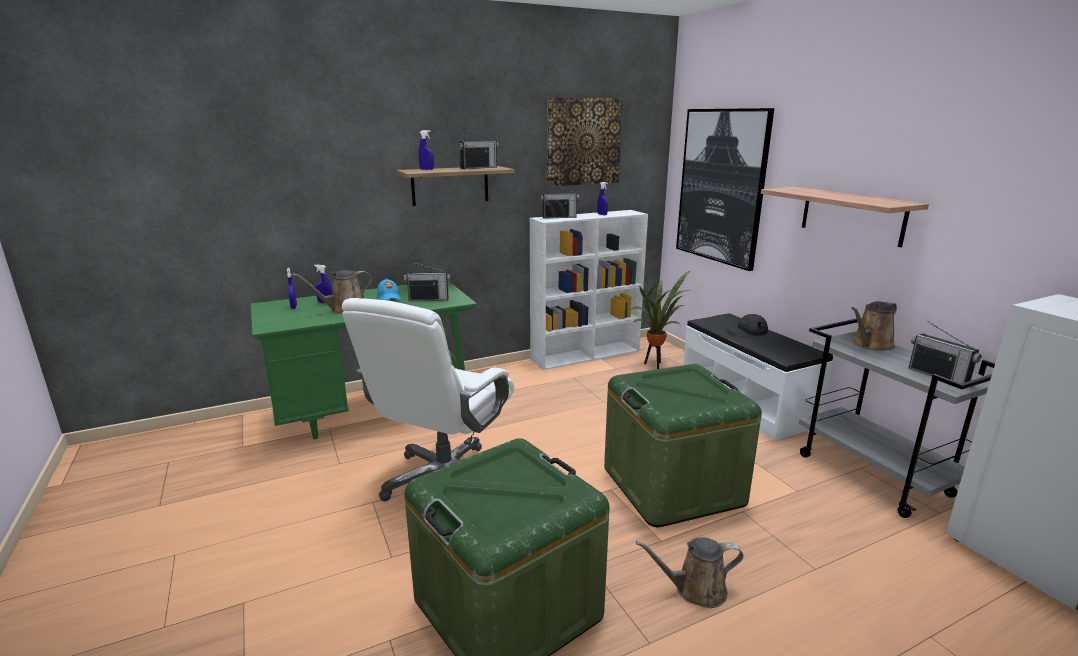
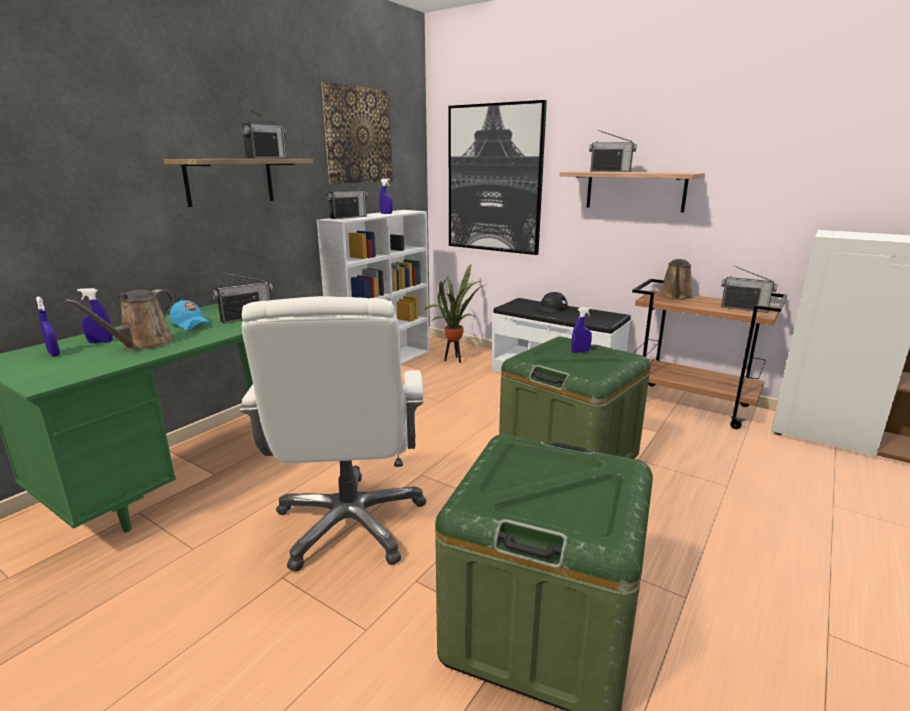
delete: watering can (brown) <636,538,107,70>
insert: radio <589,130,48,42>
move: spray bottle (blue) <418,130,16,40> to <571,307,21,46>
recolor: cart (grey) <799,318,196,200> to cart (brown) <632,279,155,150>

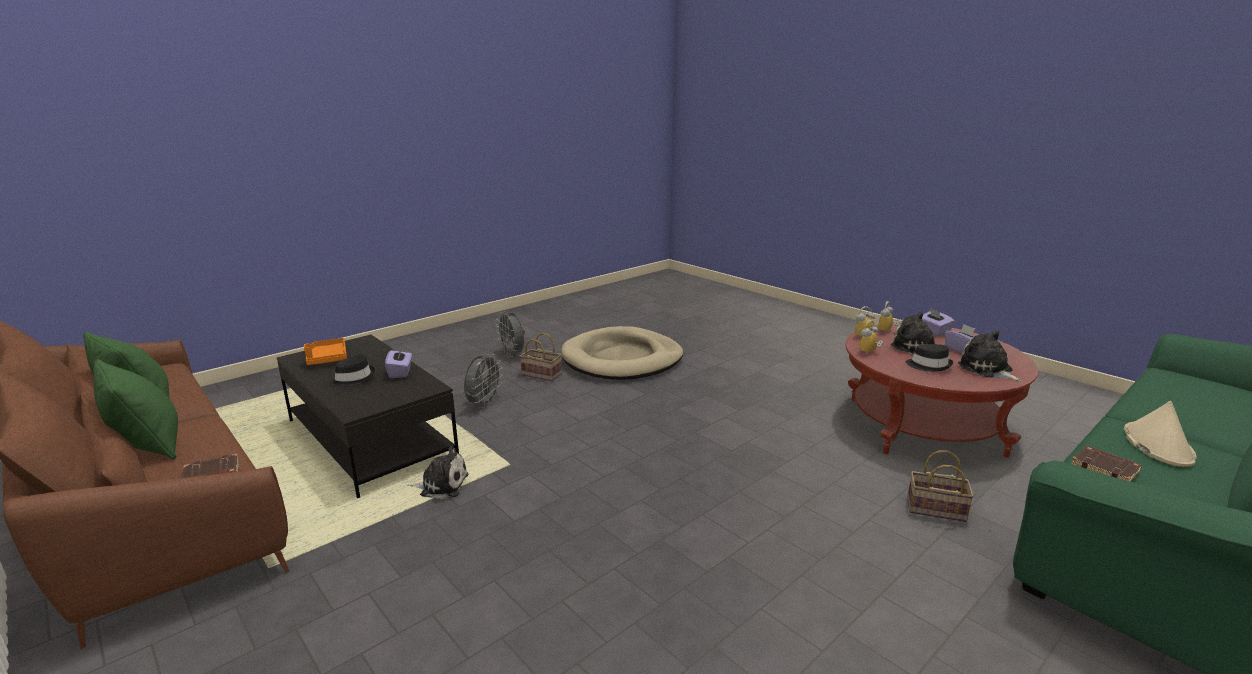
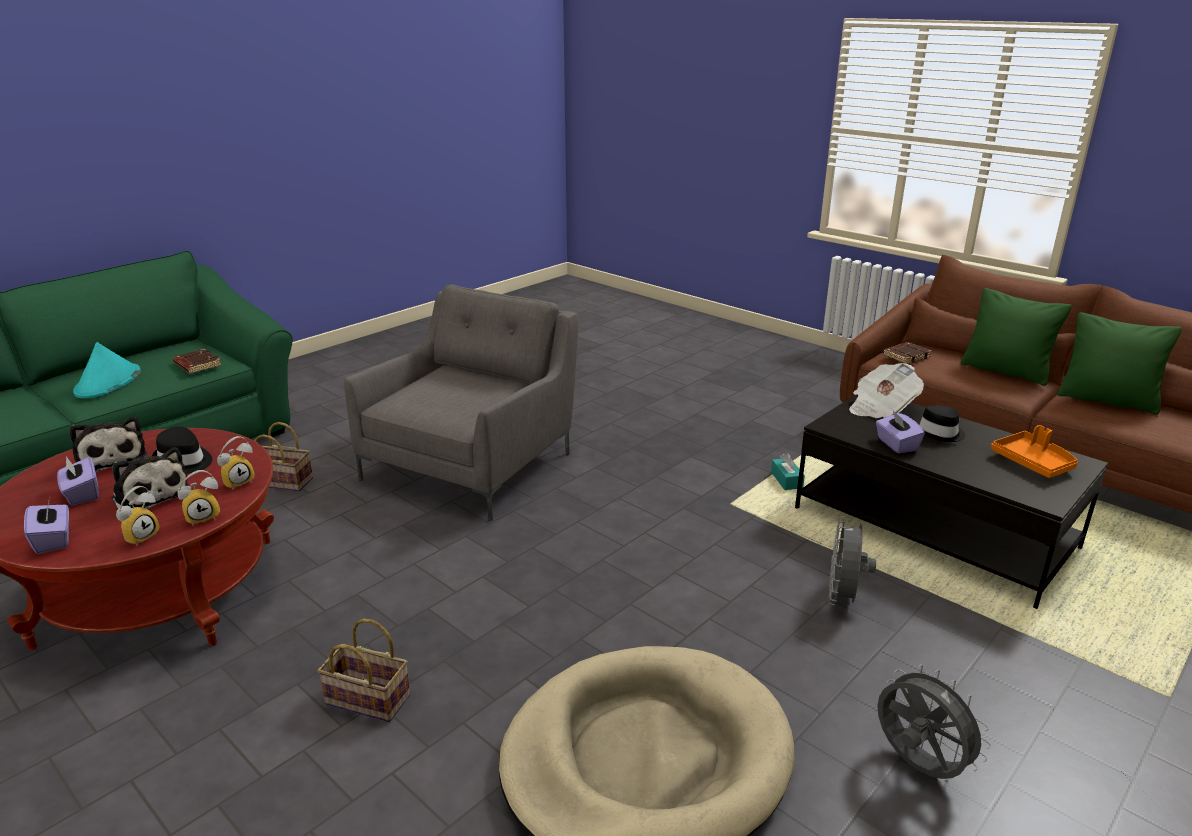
insert: armchair (grey) <344,284,234,237>; newspaper <849,363,75,55>
move: basket <520,333,42,48> to <317,619,93,103>
replace: plush toy <408,445,60,54> to tissue box (turquoise) <771,453,34,37>
recolor: hat (beige) <1124,401,72,66> to hat (turquoise) <73,342,68,56>

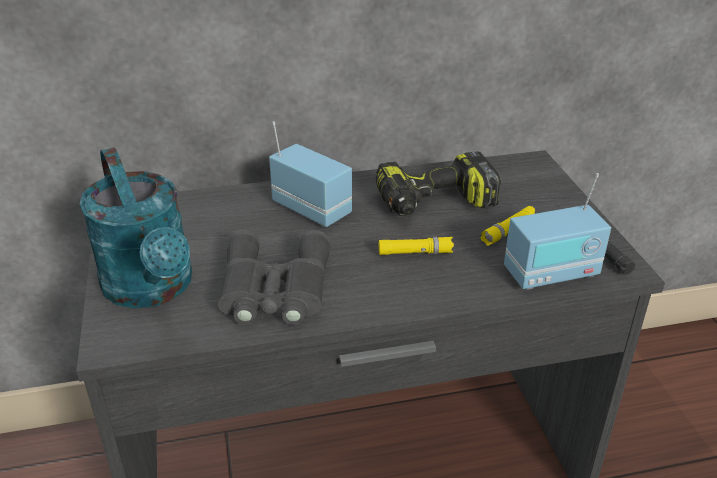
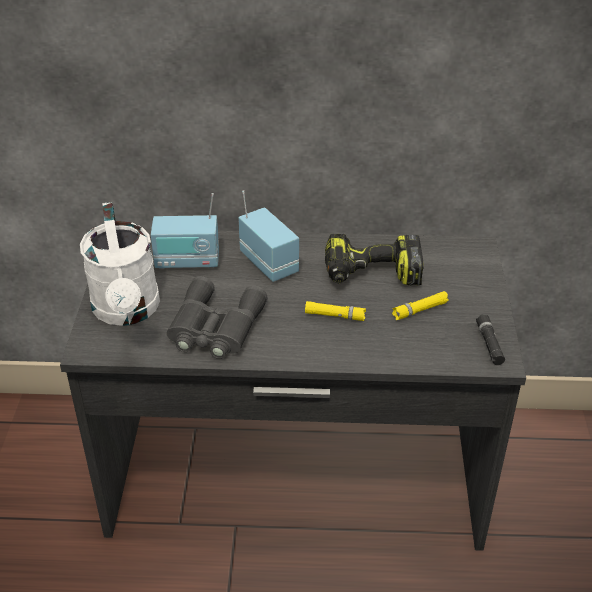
move: radio <504,173,107,117> to <151,193,68,76>
recolor: watering can (turquoise) <79,147,113,161> to watering can (white) <80,202,80,124>

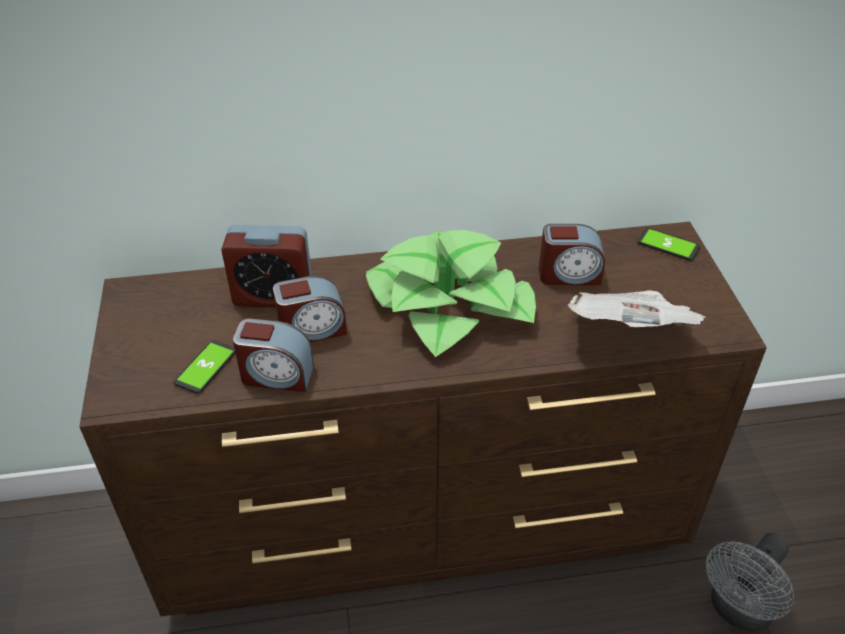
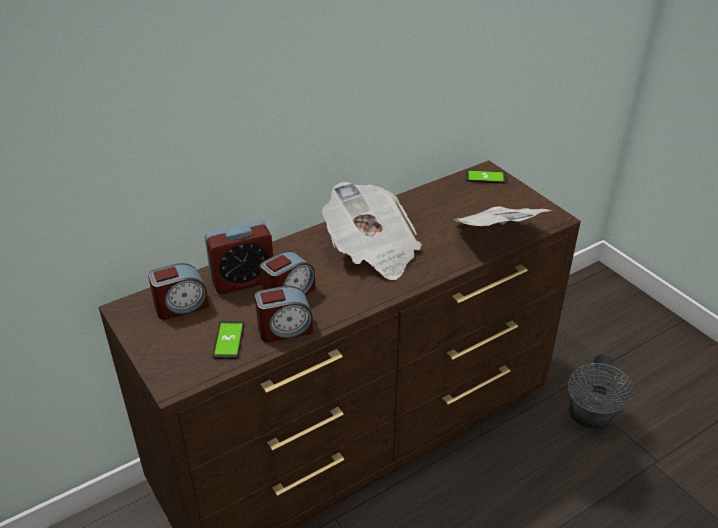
move: alarm clock <539,224,66,61> to <148,263,61,57>
replace: potted plant <366,230,170,127> to newspaper <322,182,100,98>

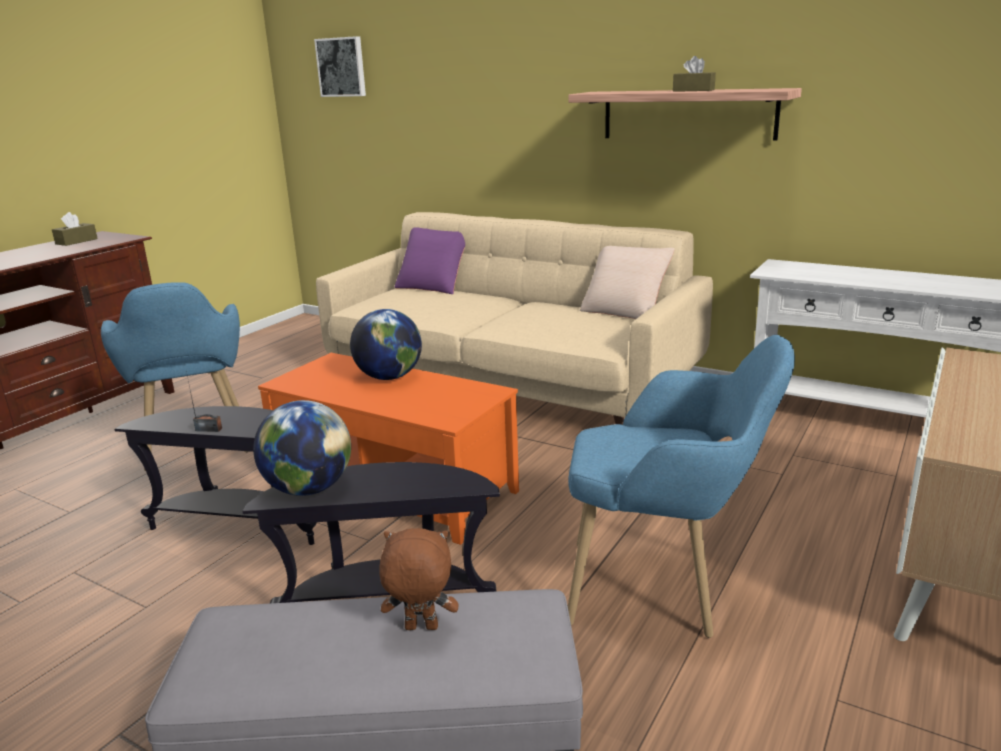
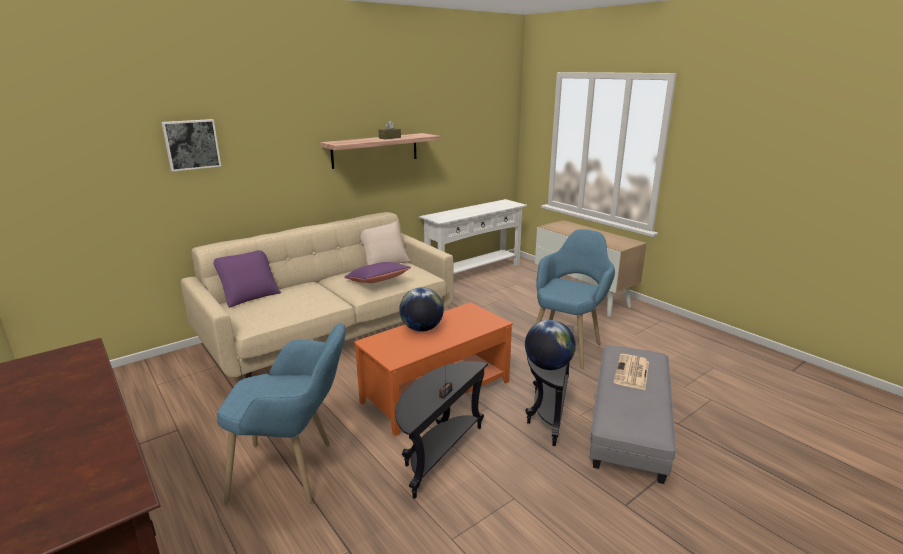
delete: tissue box (brown) <52,212,46,34>
insert: pillow (purple) <344,262,67,21>
move: picture <314,36,52,61> to <161,119,60,53>
replace: plush toy (brown) <379,528,80,102> to newspaper <614,354,35,36>

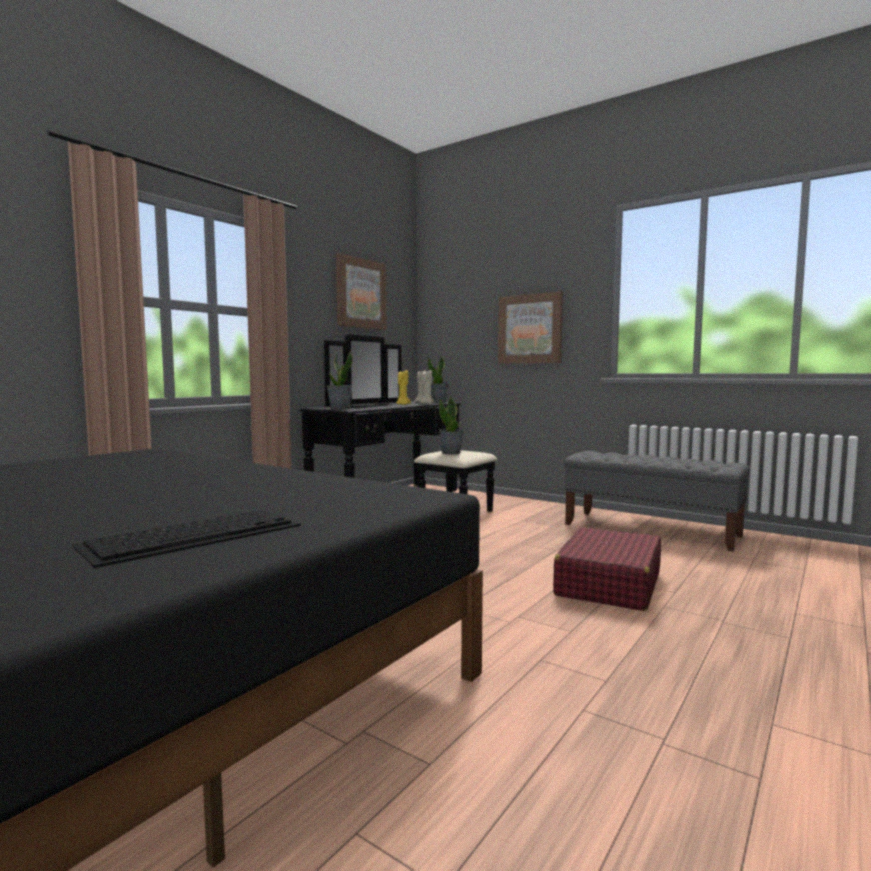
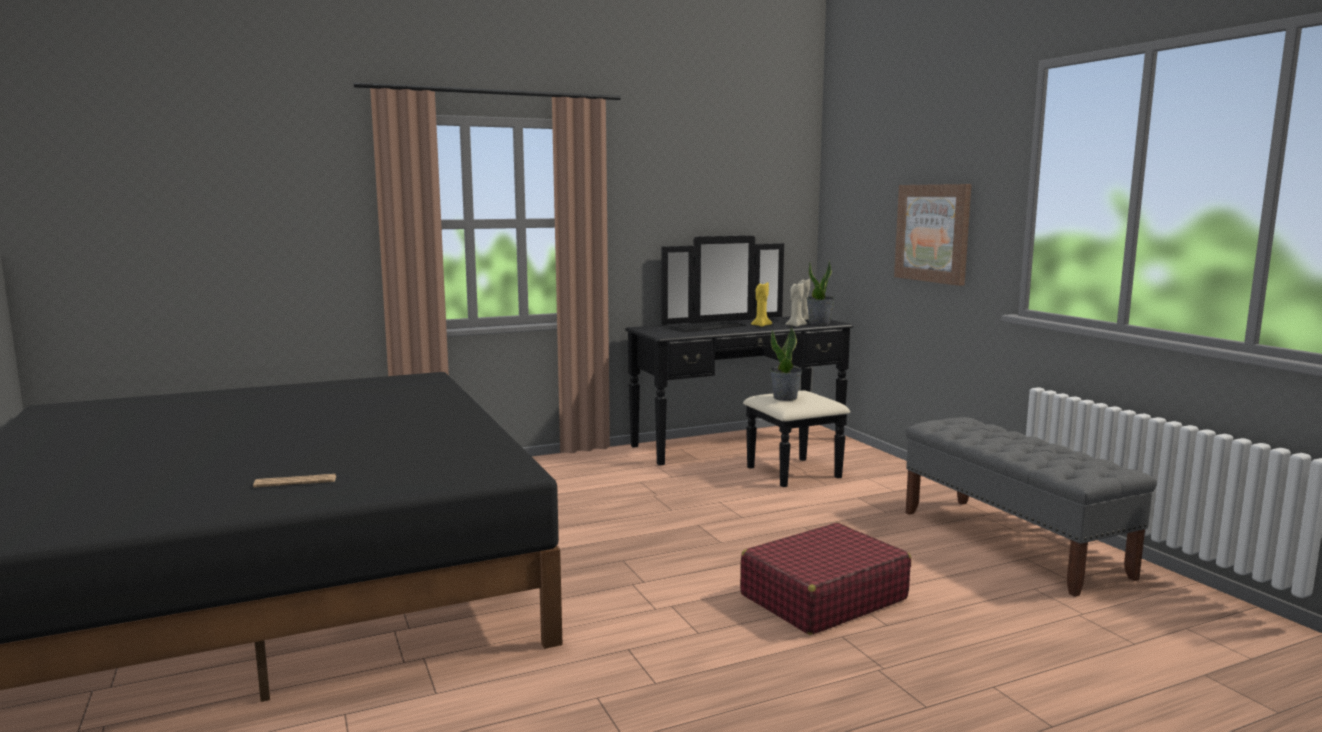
delete: picture <336,253,51,77>; potted plant <326,351,27,59>
replace: keyboard <72,510,229,58> to newspaper <253,474,83,13>

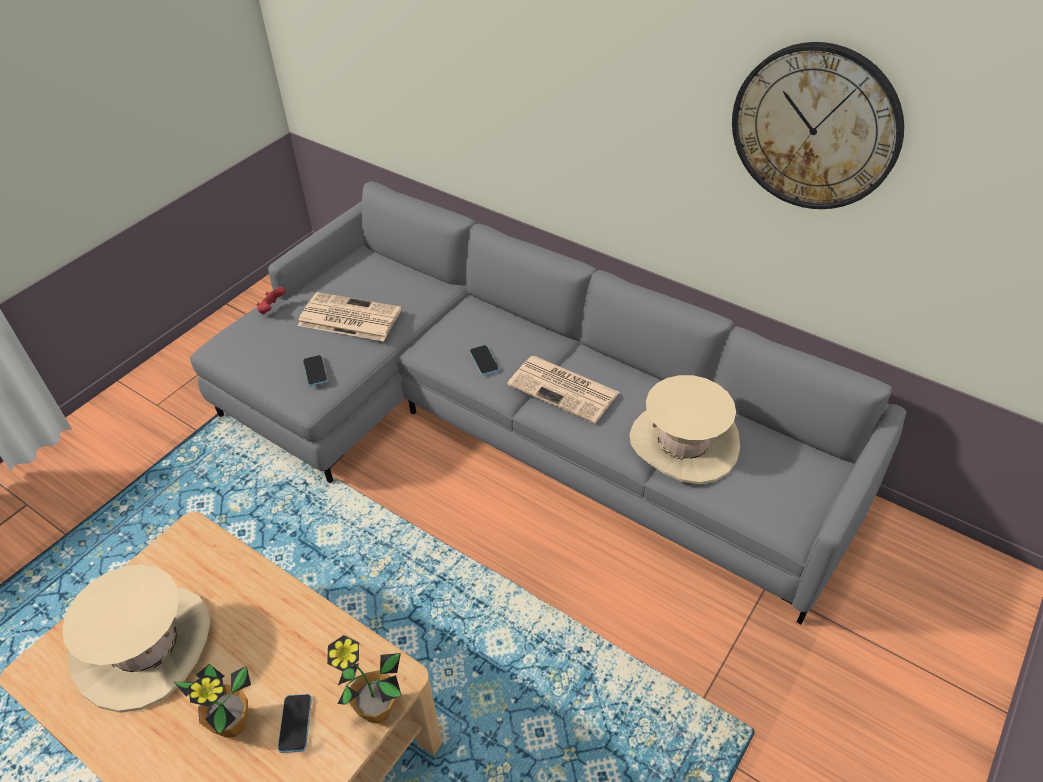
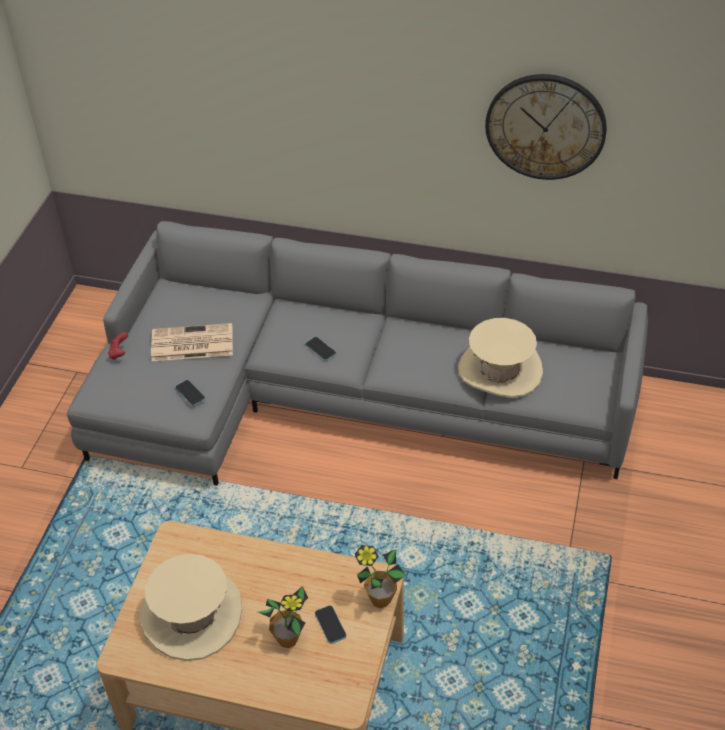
delete: newspaper <507,356,112,68>

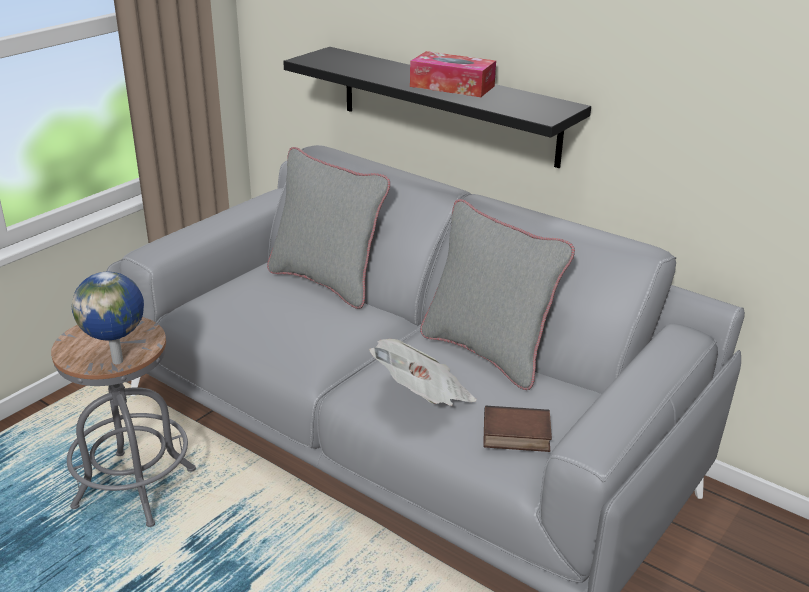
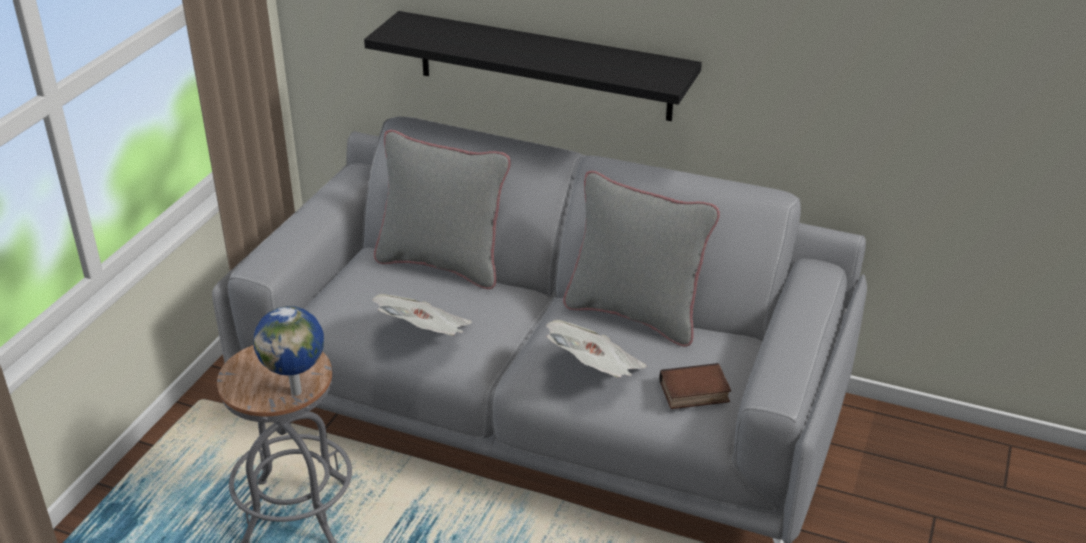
delete: tissue box <410,51,86,46>
insert: newspaper <373,294,99,42>

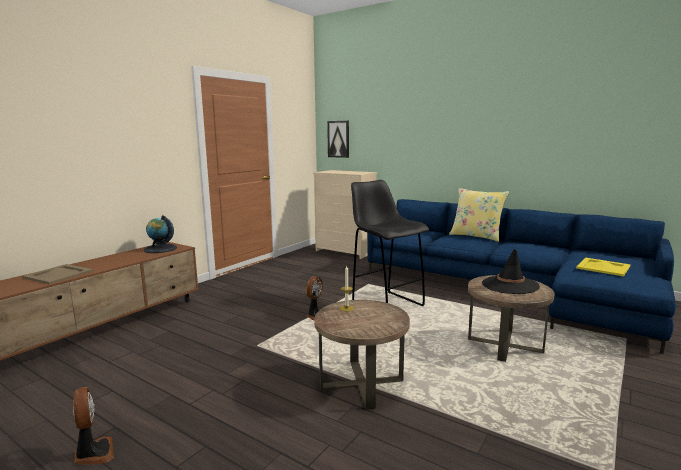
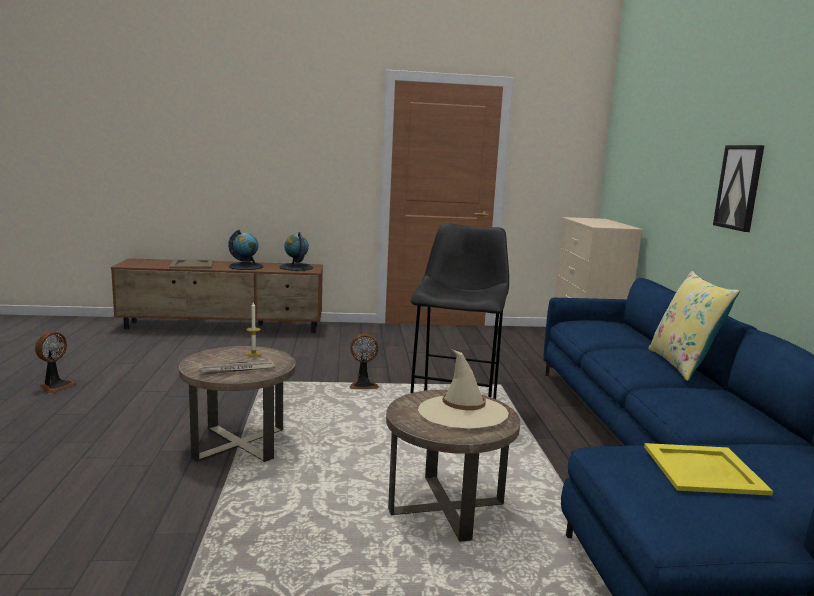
insert: globe <228,230,35,40>; newspaper <199,359,76,16>
move: picture <327,121,22,37> to <713,145,52,87>
recolor: hat (black) <482,249,58,45> to hat (beige) <418,350,91,79>

